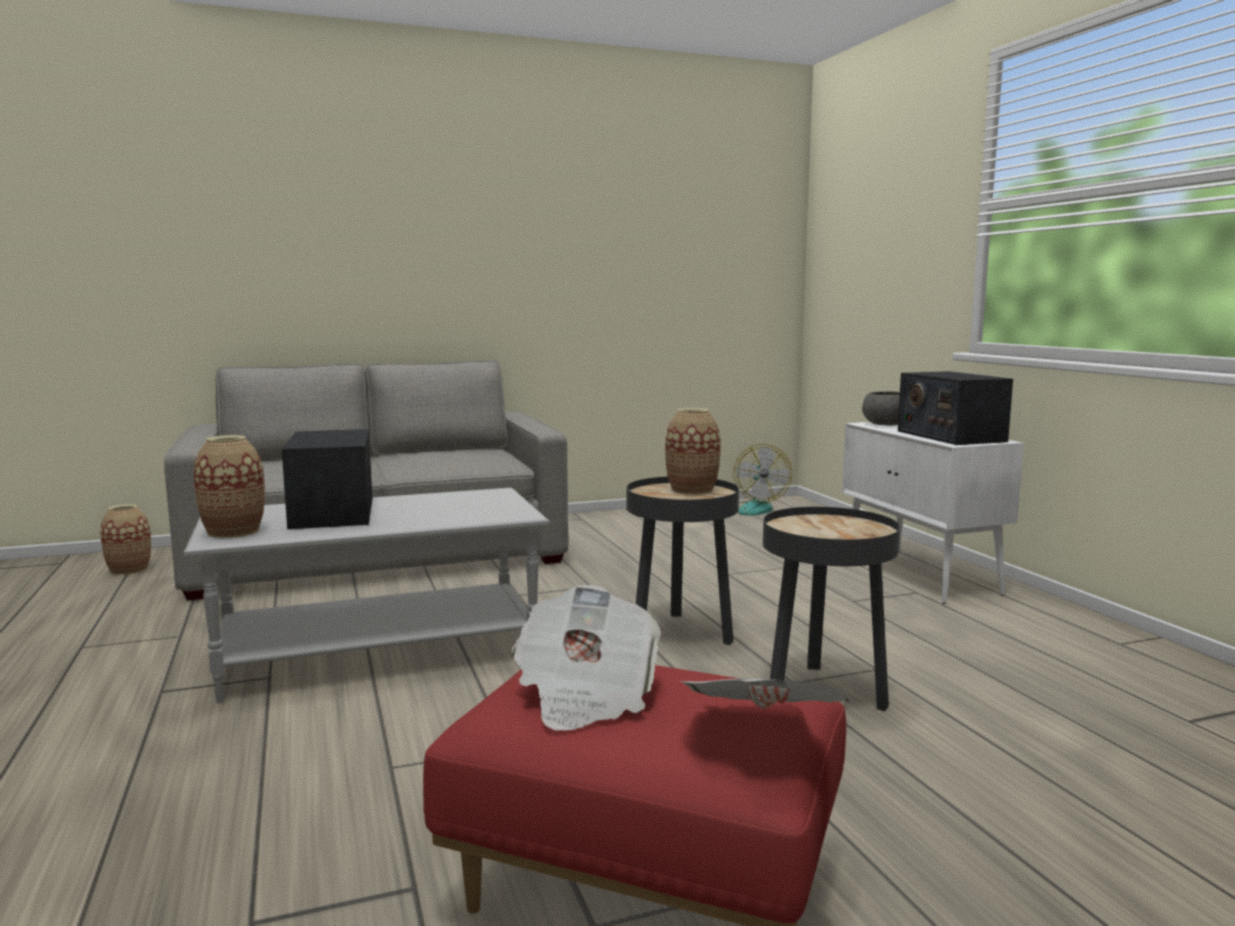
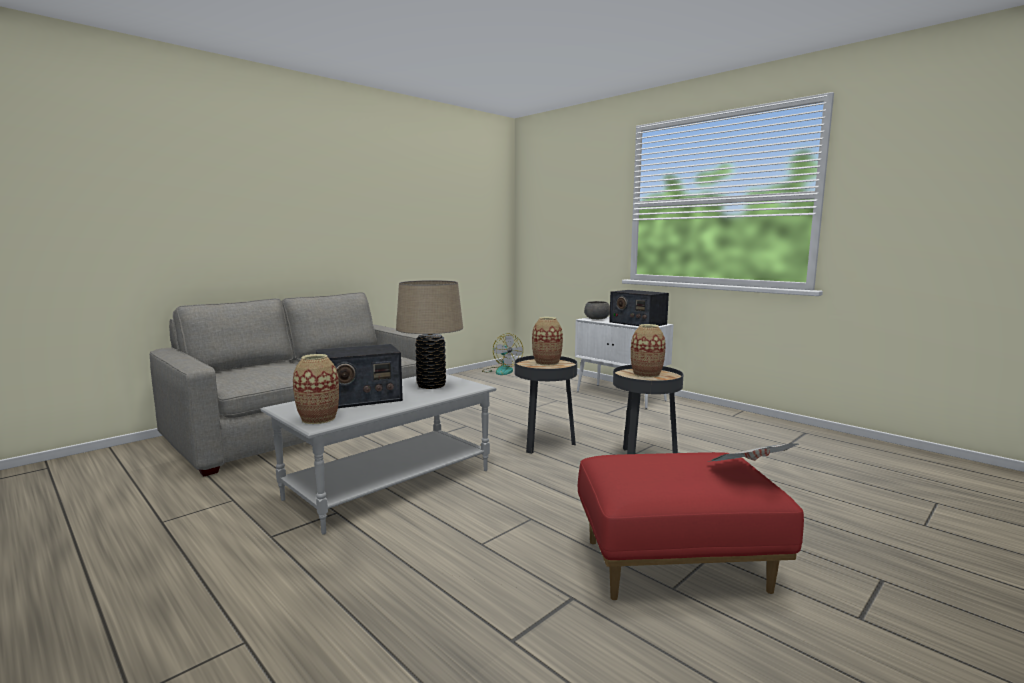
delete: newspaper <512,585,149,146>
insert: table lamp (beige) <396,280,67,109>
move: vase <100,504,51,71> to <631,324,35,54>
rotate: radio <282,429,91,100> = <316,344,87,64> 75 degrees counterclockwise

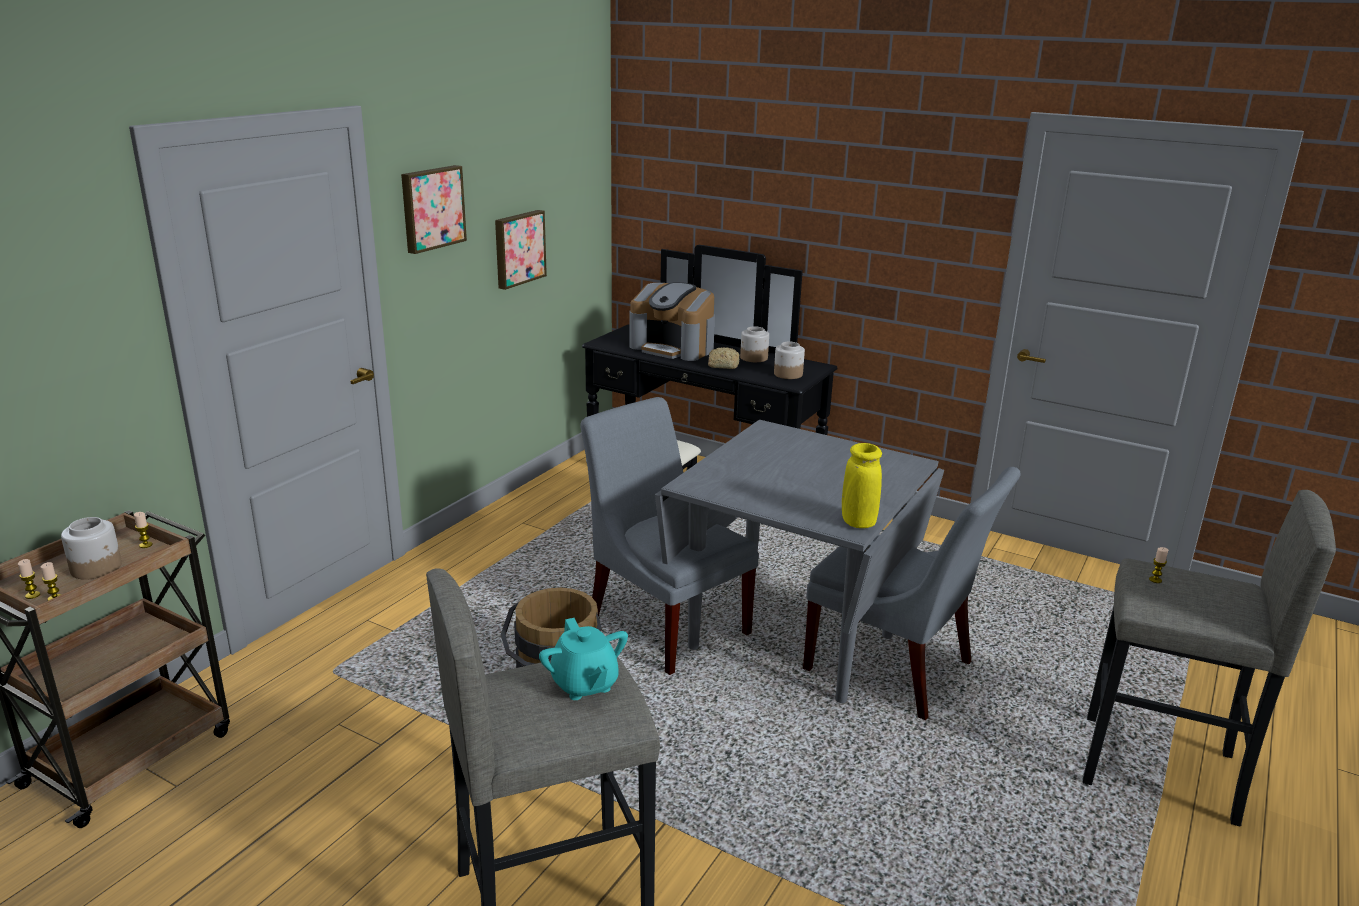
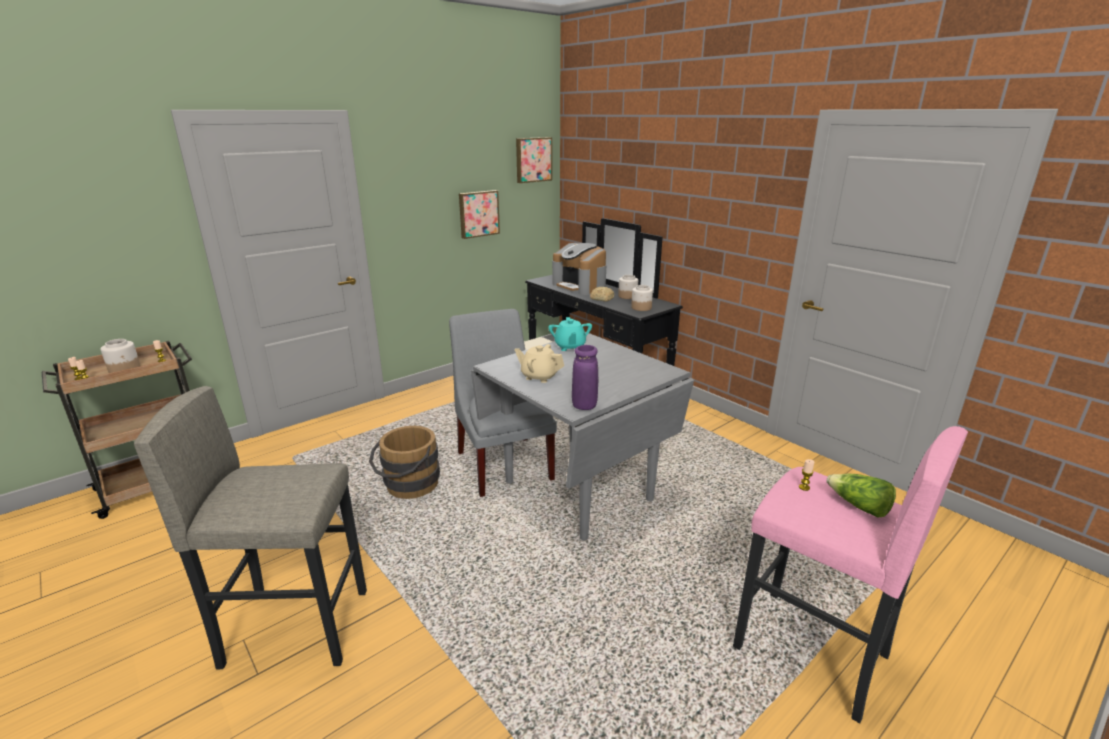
delete: chair (grey) <803,467,218,253>
insert: teapot (beige) <515,344,49,39>; lettuce <827,474,69,44>
move: picture <401,165,66,89> to <516,137,36,46>; teapot (turquoise) <539,618,89,82> to <548,317,44,34>
recolor: vase (yellow) <842,443,40,85> to vase (purple) <572,345,26,65>; stool (grey) <1083,490,253,337> to stool (pink) <733,426,235,297>

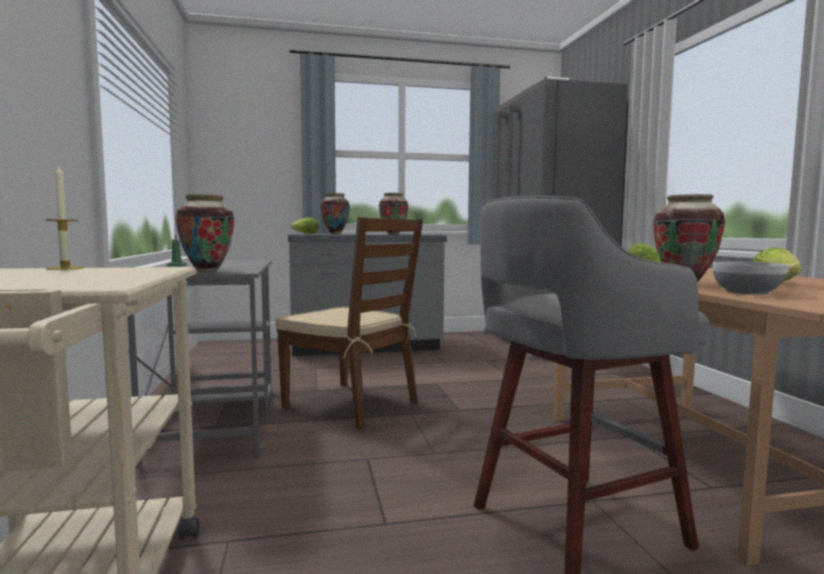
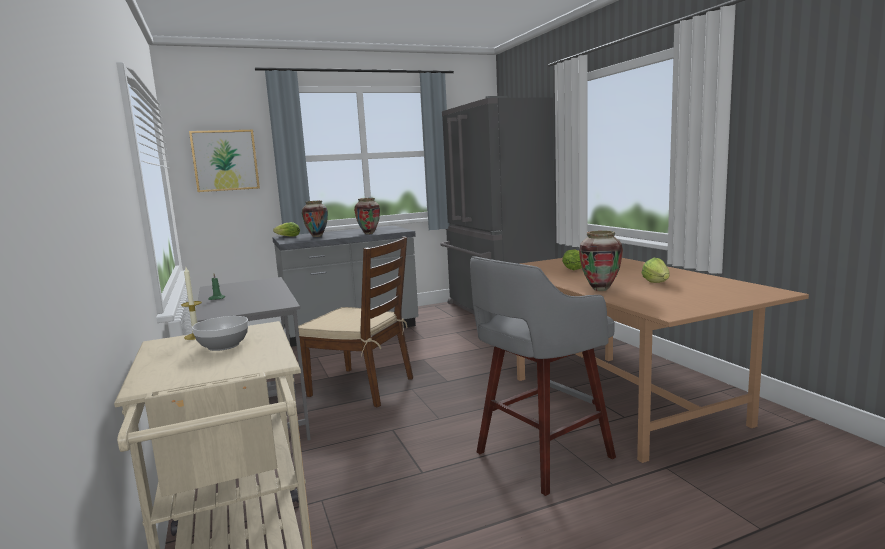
delete: vase <176,194,58,78>
insert: picture <189,130,71,62>
move: bowl <713,261,75,34> to <192,316,56,35>

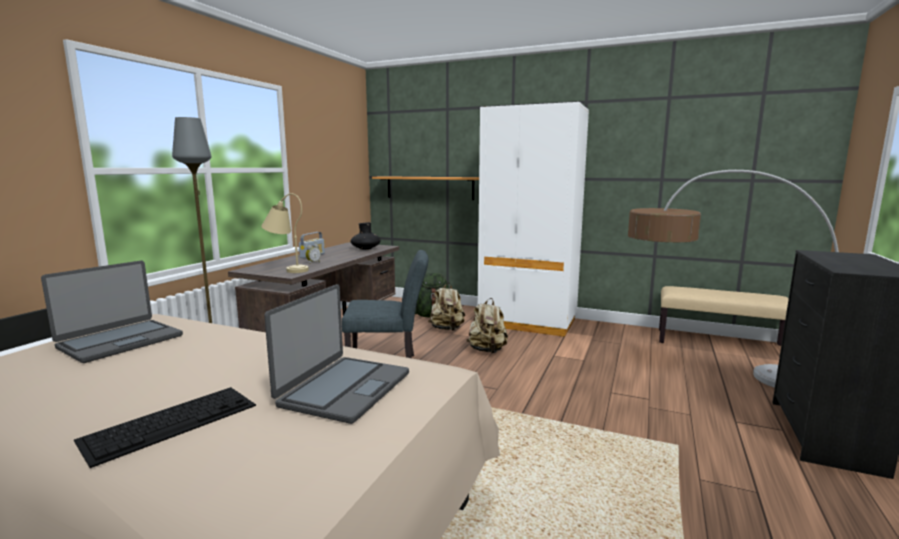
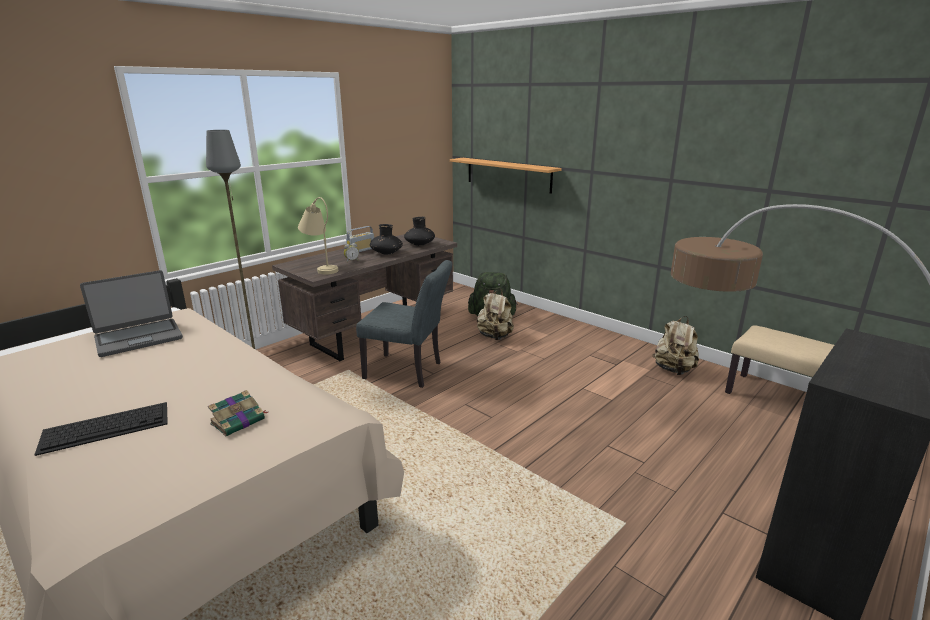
delete: wardrobe (white) <478,102,111,235>
insert: vase (black) <370,224,33,30>
move: backpack (beige) <466,298,42,56> to <652,316,47,59>
replace: laptop <264,284,145,140> to book <208,390,60,46>

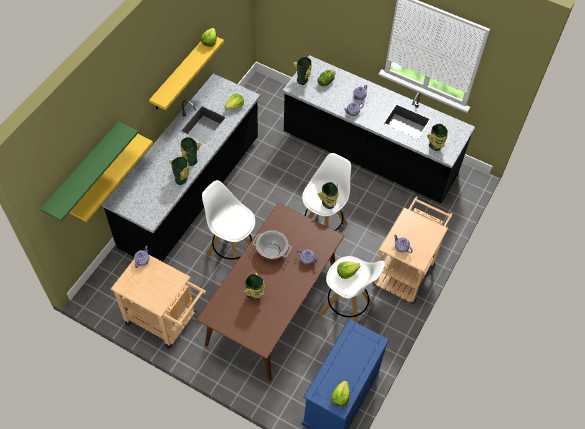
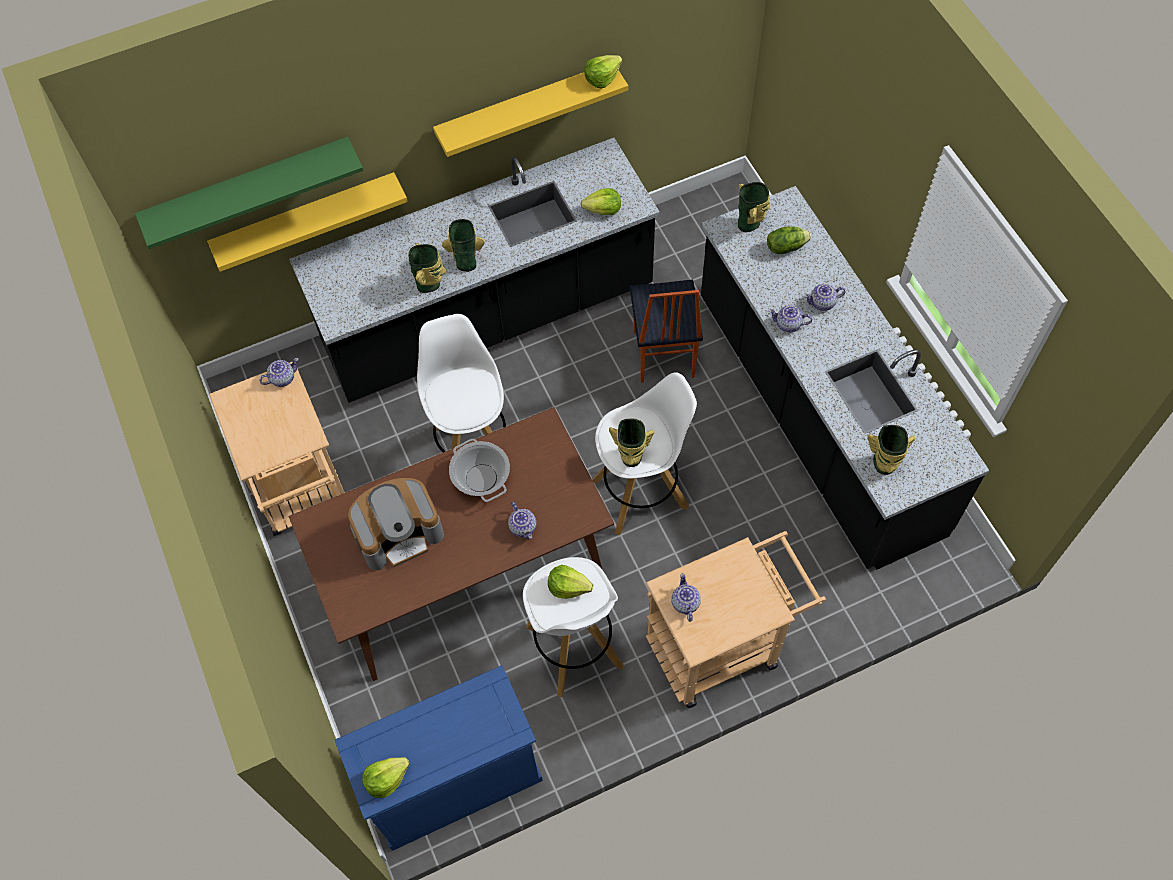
insert: chair <630,279,73,104>
replace: vase <244,273,21,27> to coffee machine <348,478,96,93>

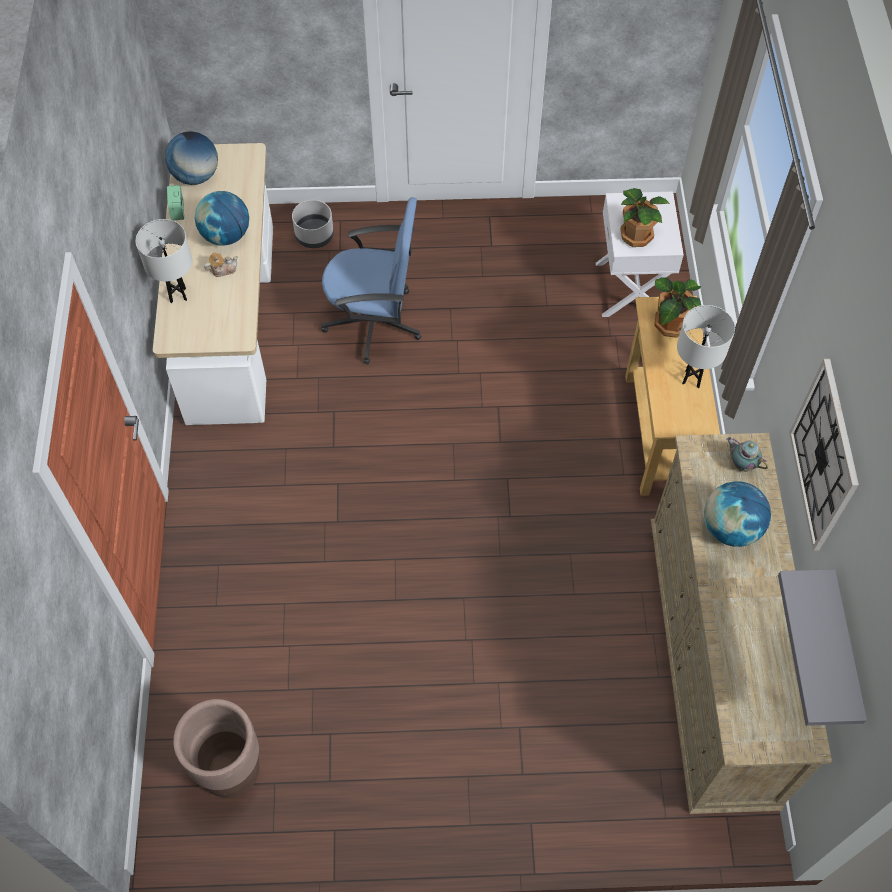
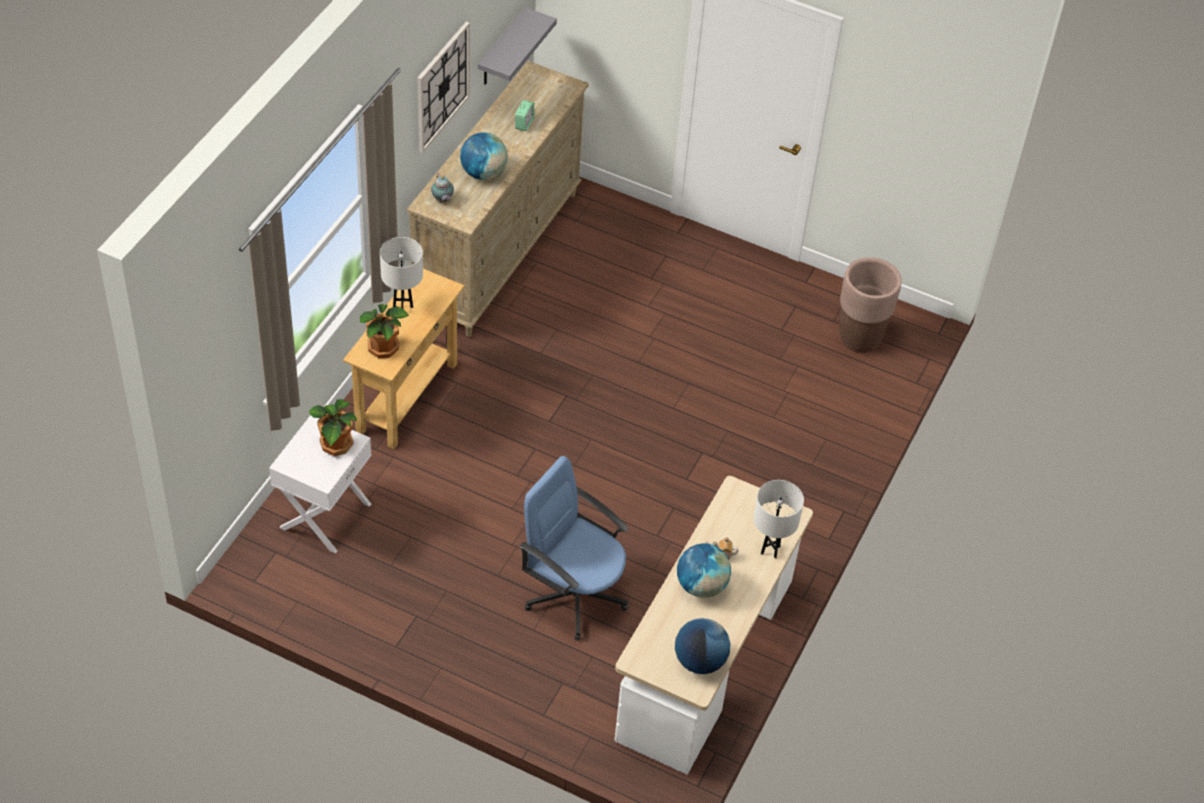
delete: planter (grey) <292,200,42,48>
move: alarm clock <167,185,17,35> to <515,100,19,31>

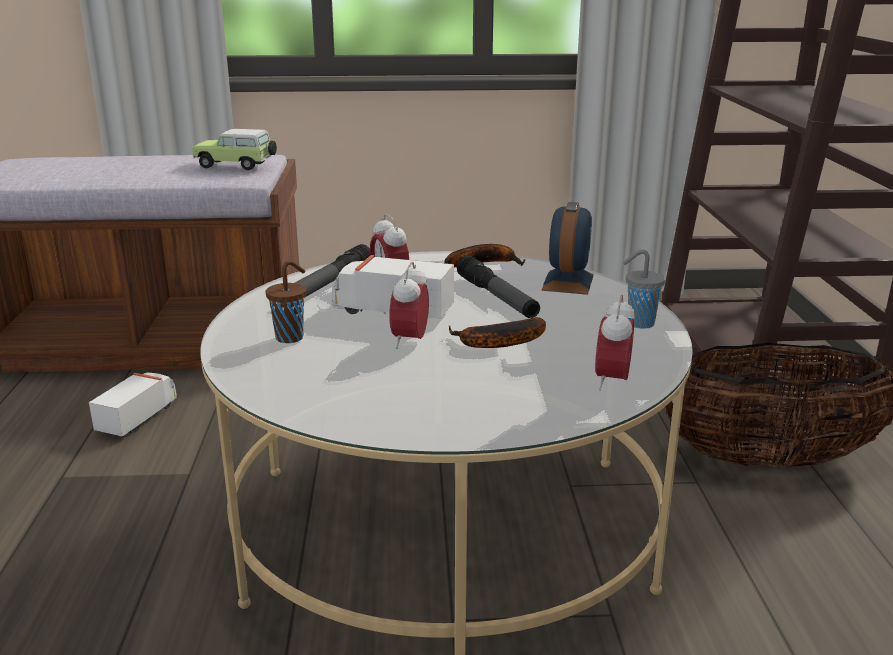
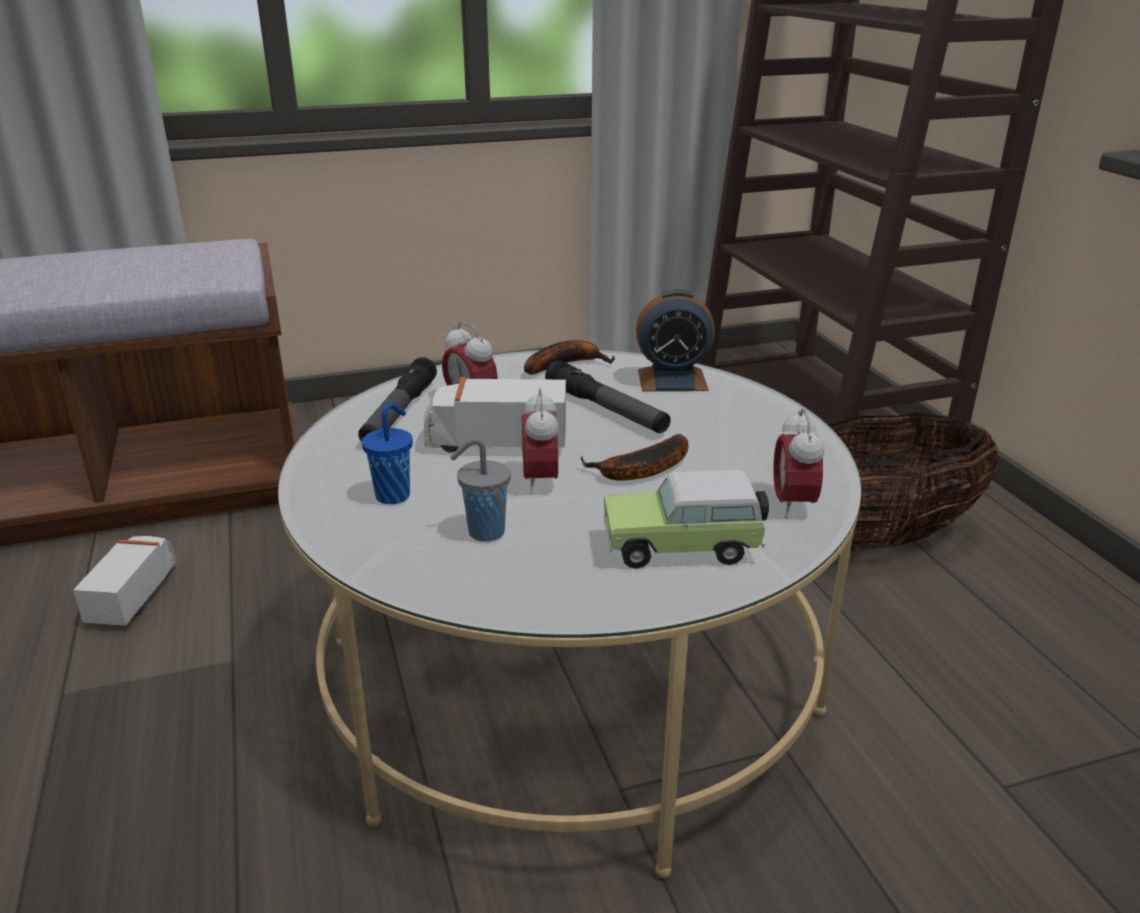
move: toy car <192,129,85,41> to <603,470,166,99>; cup (grey) <623,249,42,80> to <450,438,61,103>
recolor: cup (brown) <266,260,40,83> to cup (blue) <362,403,51,101>
rotate: alarm clock <541,202,53,93> = <636,289,79,102> 90 degrees counterclockwise

